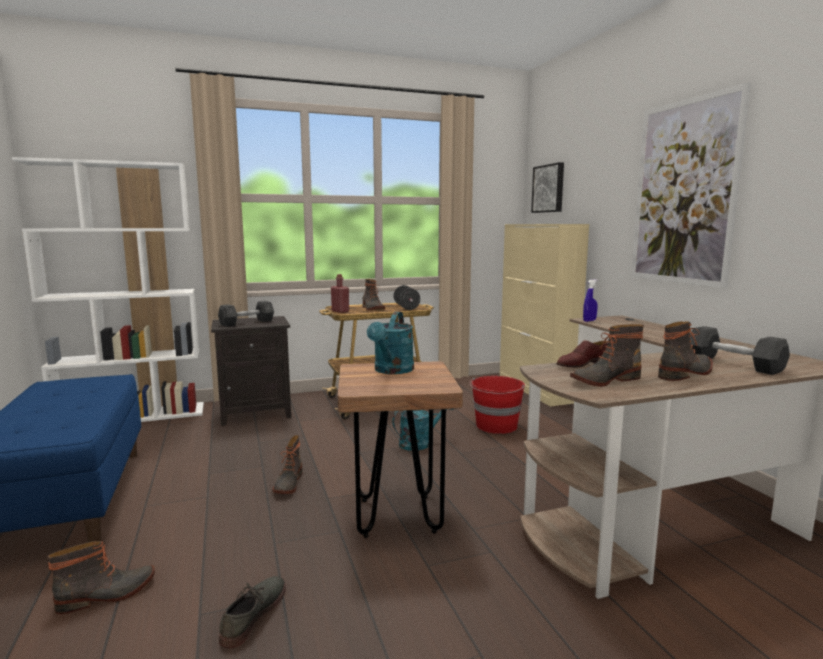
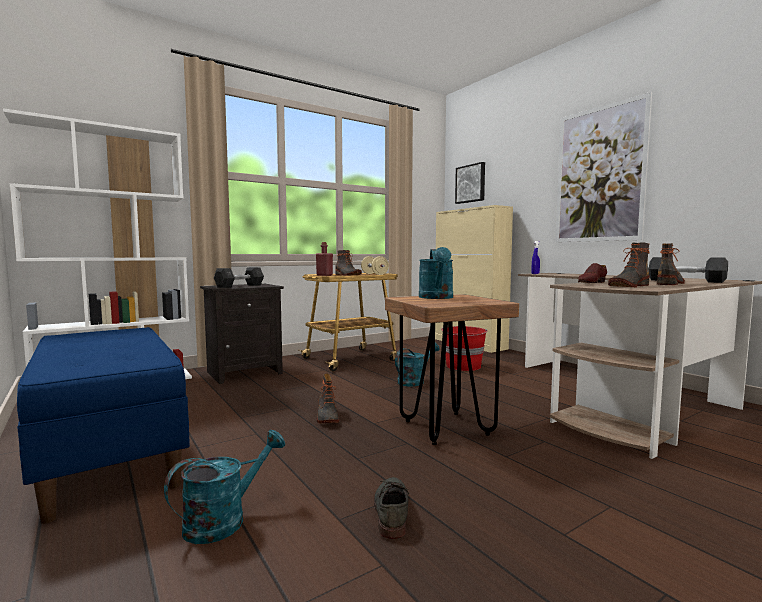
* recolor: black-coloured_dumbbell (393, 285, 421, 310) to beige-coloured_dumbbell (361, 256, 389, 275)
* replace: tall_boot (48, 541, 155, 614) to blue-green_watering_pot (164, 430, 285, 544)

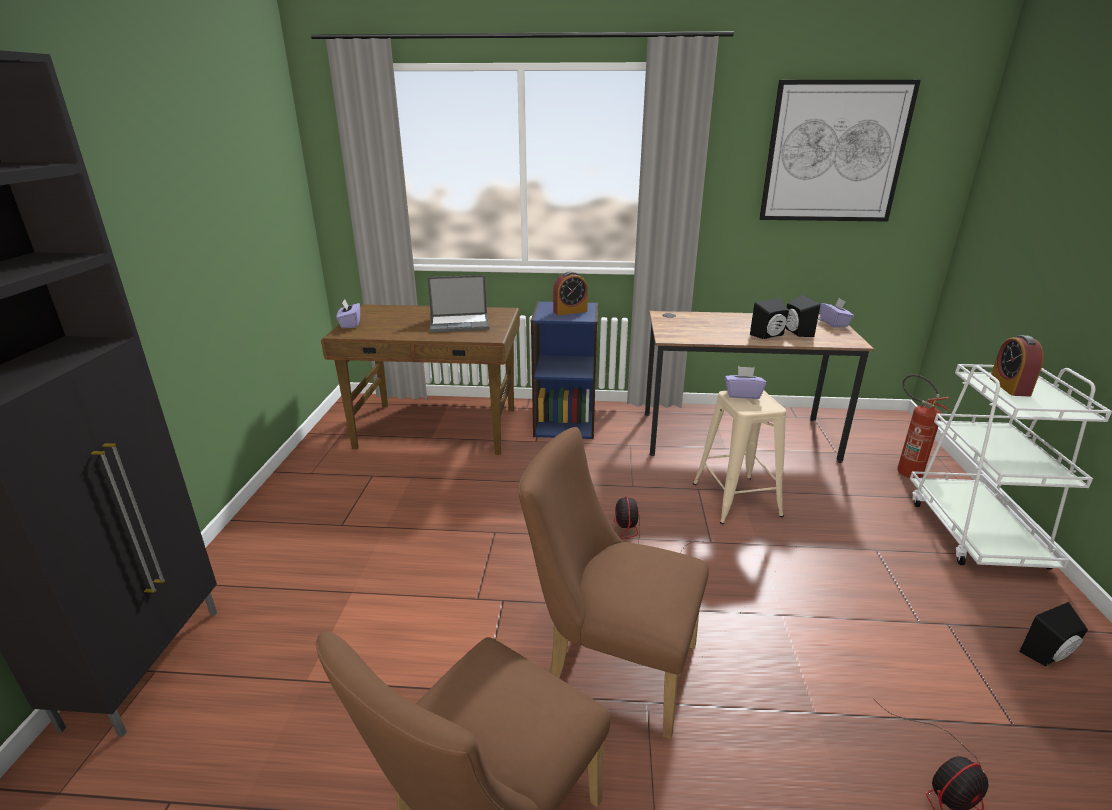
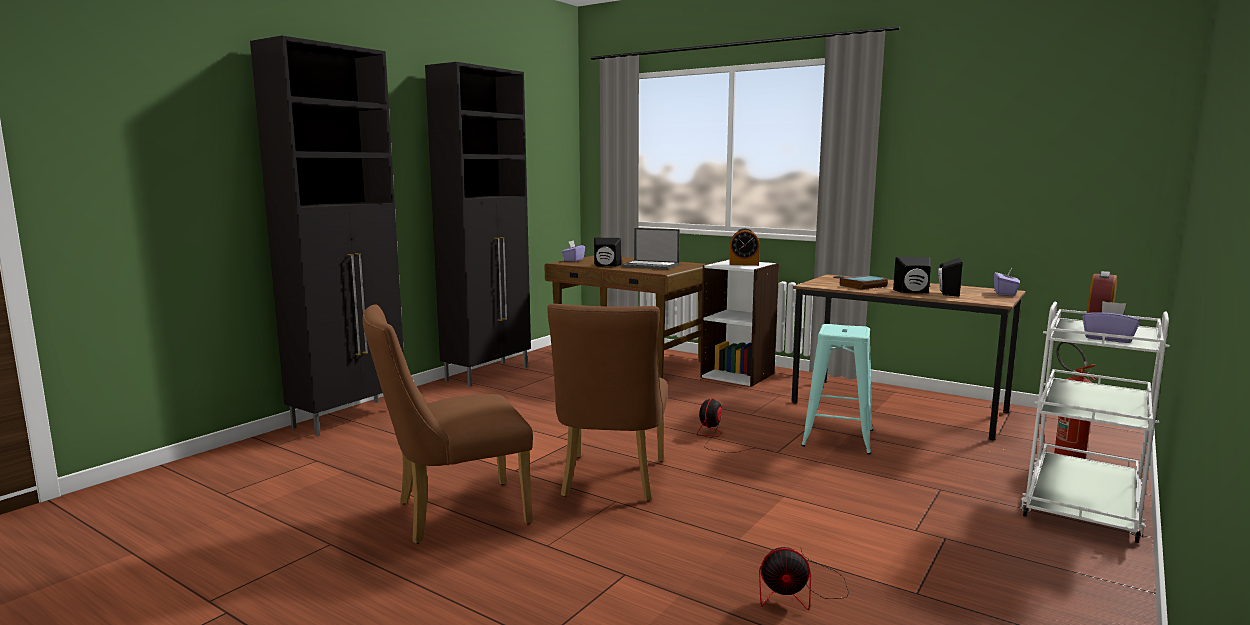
* delete: picture (759, 80, 921, 222)
* recolor: bluish_shelving_unit (531, 301, 598, 439) to white_shelving_unit (700, 259, 779, 387)
* move: purplish_tissue_holder (725, 366, 766, 399) to (1082, 301, 1140, 343)
* recolor: beige-coloured_stool (693, 391, 786, 524) to blue-green_stool (801, 324, 873, 455)
* rotate: brownish_chair (519, 427, 709, 739) = (547, 304, 668, 501) 135 degrees counterclockwise
* move: black-coloured_speaker (1019, 602, 1088, 666) to (594, 238, 621, 267)
* insert: black-coloured_cupboard (425, 62, 531, 387)
* insert: book (840, 275, 888, 290)

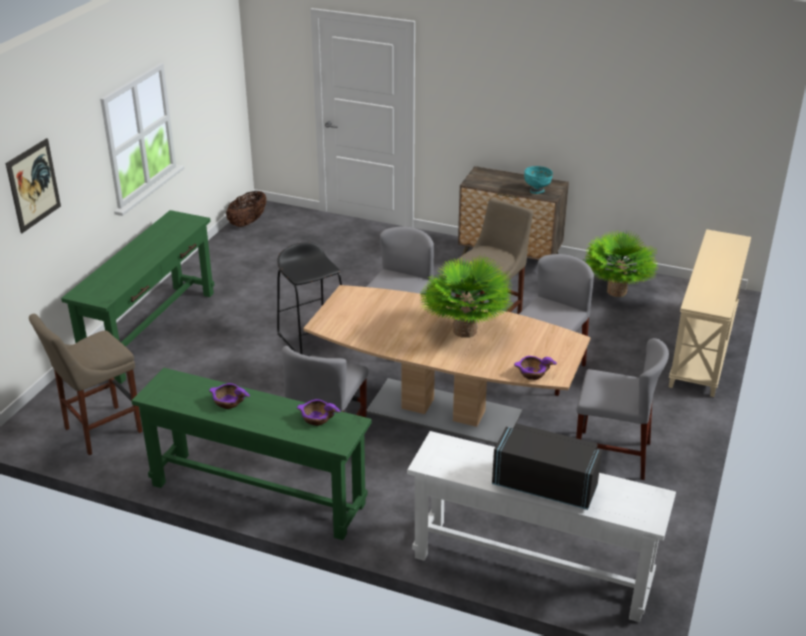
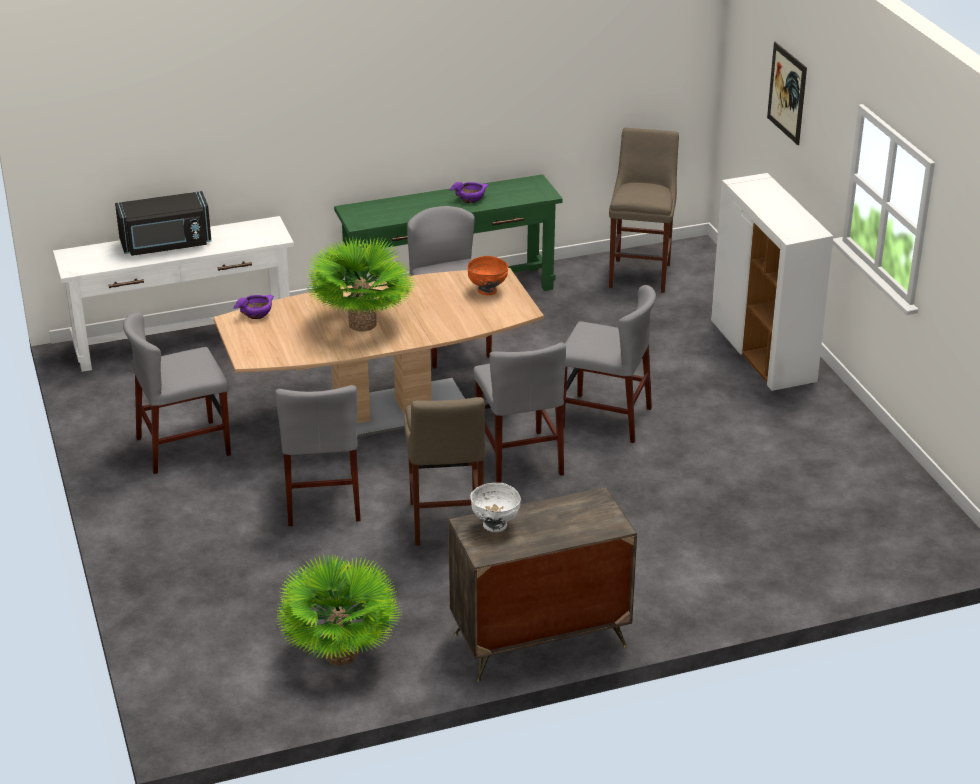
* recolor: blue-green_bowl (524, 166, 553, 194) to white_bowl (470, 483, 521, 532)
* delete: household_basket (226, 191, 266, 227)
* replace: green_console_table (61, 210, 214, 384) to white_cupboard (711, 173, 833, 391)
* delete: beige-coloured_console_table (669, 229, 751, 397)
* replace: black-coloured_stool (277, 242, 342, 354) to gray_chair (563, 285, 656, 443)
* delete: purplish_bowl (297, 399, 341, 426)
* insert: orange-coloured_bowl (467, 256, 508, 295)

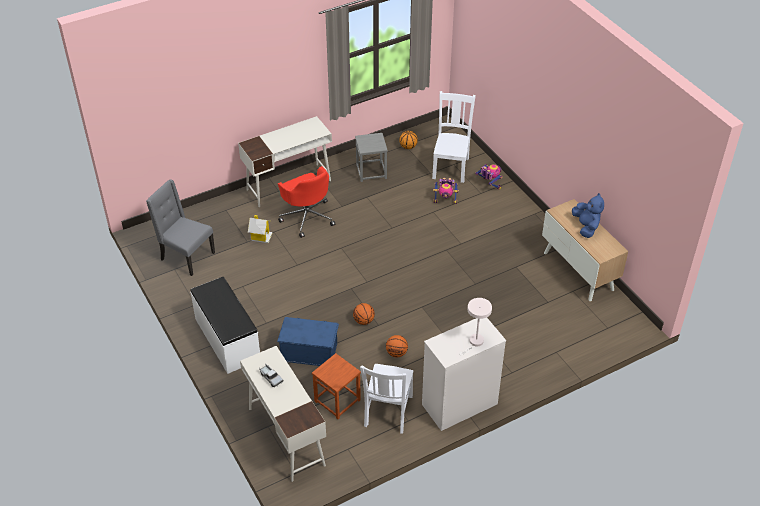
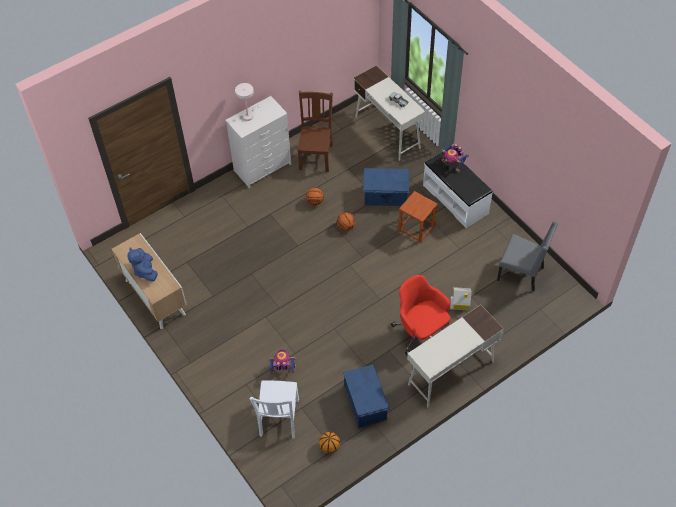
* replace: gray_stool (355, 133, 388, 182) to bluish_storage_container (343, 365, 390, 428)
* move: toy_robot (475, 164, 503, 190) to (441, 143, 469, 173)
* move: brownish_stool (312, 353, 361, 419) to (399, 191, 438, 243)
* recolor: white_chair (360, 364, 413, 434) to brownish_chair (298, 91, 333, 172)

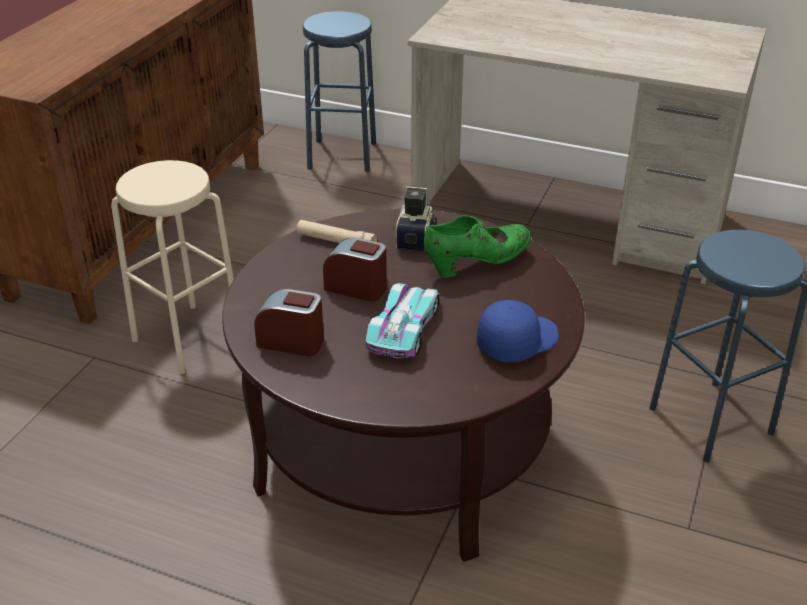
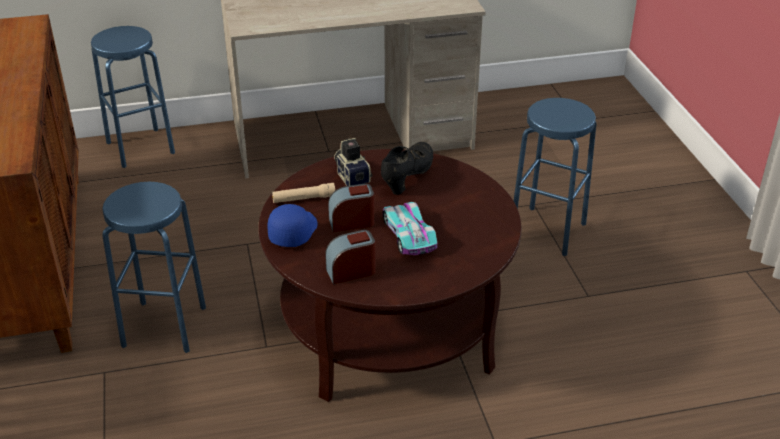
* recolor: beige-coloured_stool (111, 160, 234, 374) to bluish_stool (102, 182, 206, 353)
* recolor: green_shoe (424, 215, 531, 278) to black-coloured_shoe (381, 142, 433, 195)
* move: bluish_baseball_cap (477, 300, 559, 362) to (267, 204, 318, 247)

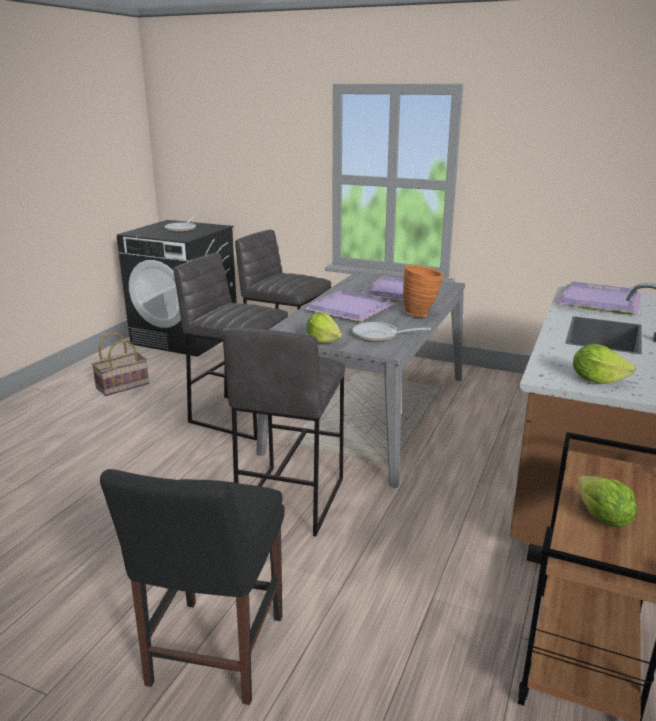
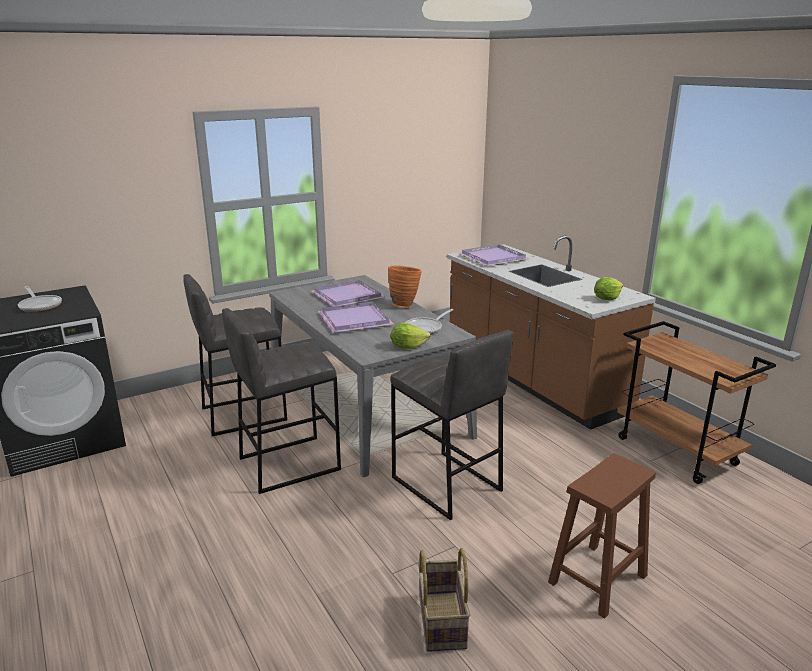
* move: household_basket (91, 333, 149, 396) to (418, 548, 470, 652)
* replace: black-coloured_chair (100, 469, 285, 705) to brownish_stool (548, 453, 656, 619)
* delete: head_of_lettuce (577, 475, 637, 527)

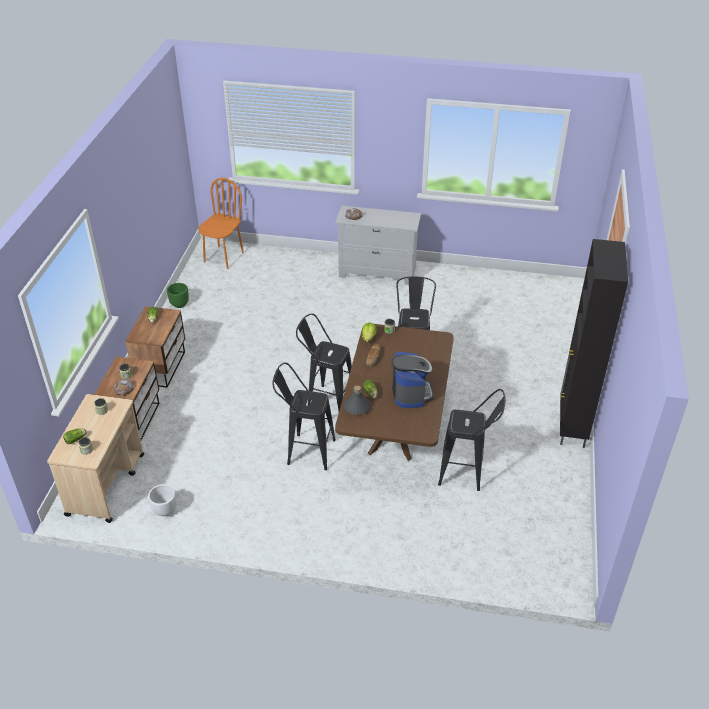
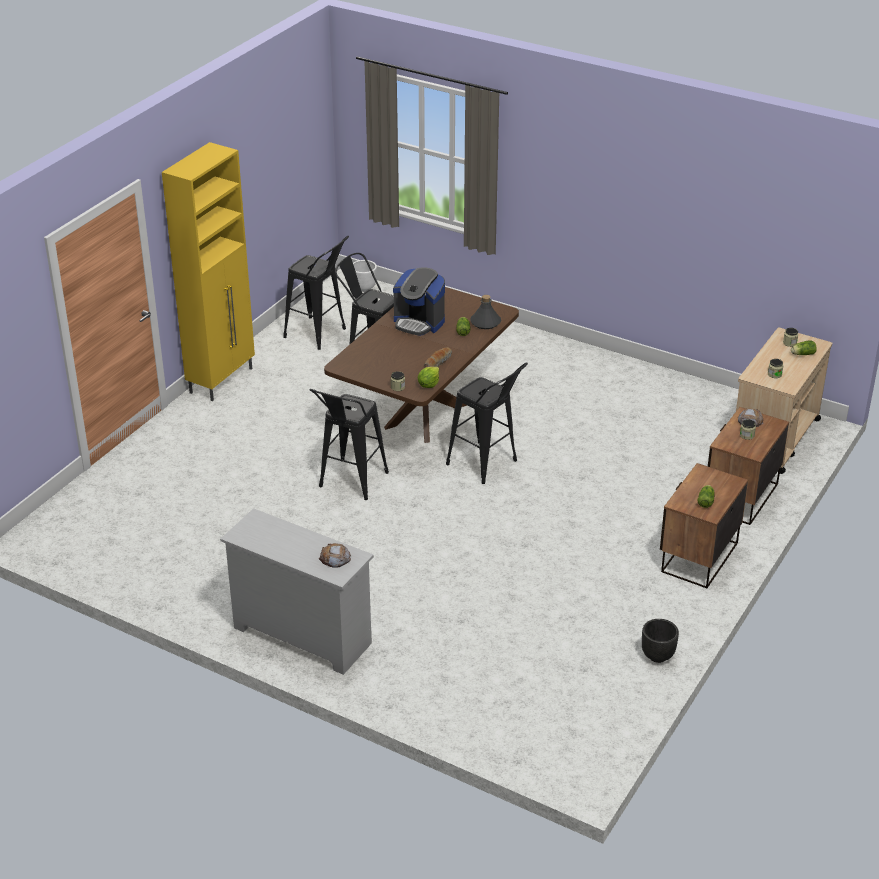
* delete: orange-coloured_chair (198, 178, 244, 269)
* recolor: black-coloured_cupboard (560, 239, 628, 448) to yellowish_cupboard (162, 142, 255, 401)
* recolor: green_planter (167, 283, 189, 308) to black-coloured_planter (642, 619, 679, 663)
* rotate: coffee_machine (392, 352, 434, 408) = (393, 267, 445, 336) 75 degrees counterclockwise
* move: black-coloured_stool (272, 363, 336, 470) to (283, 236, 349, 350)
* move: white_planter (148, 484, 176, 516) to (353, 260, 377, 292)

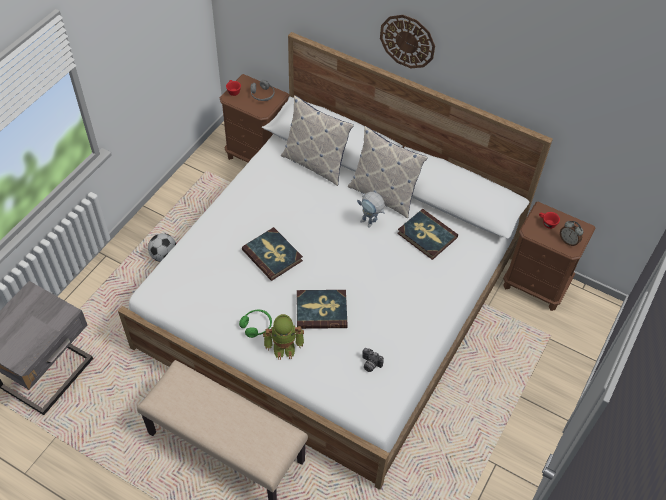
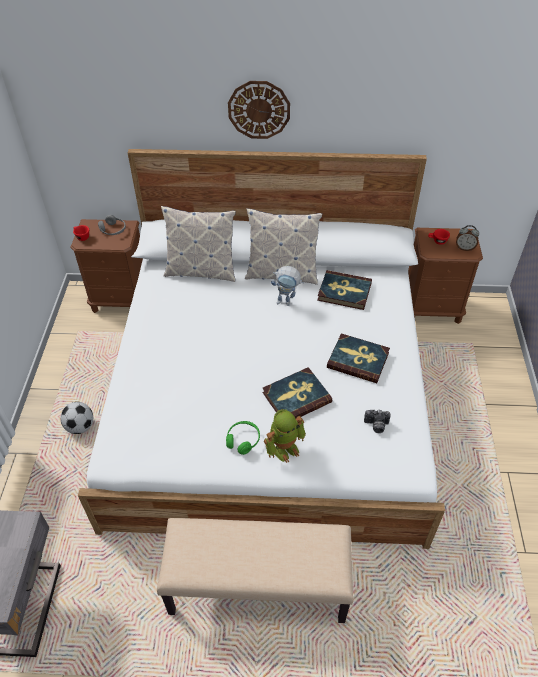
* move: book (242, 227, 303, 281) to (327, 333, 390, 383)

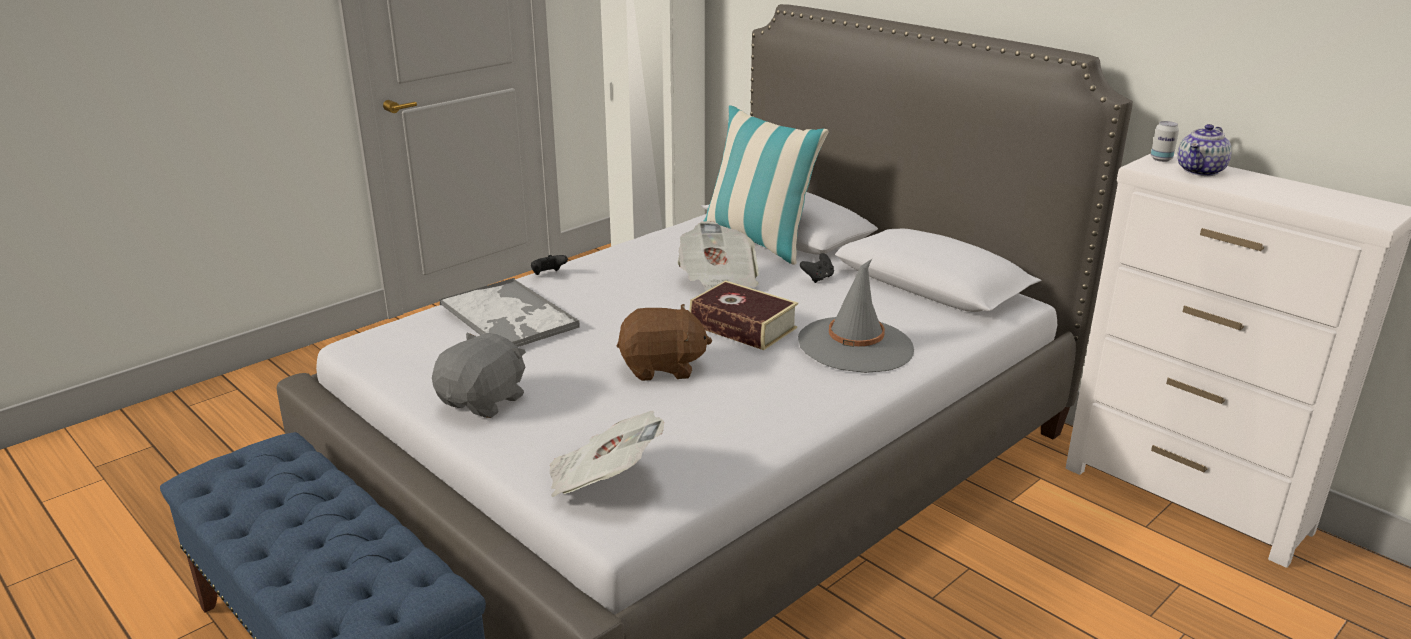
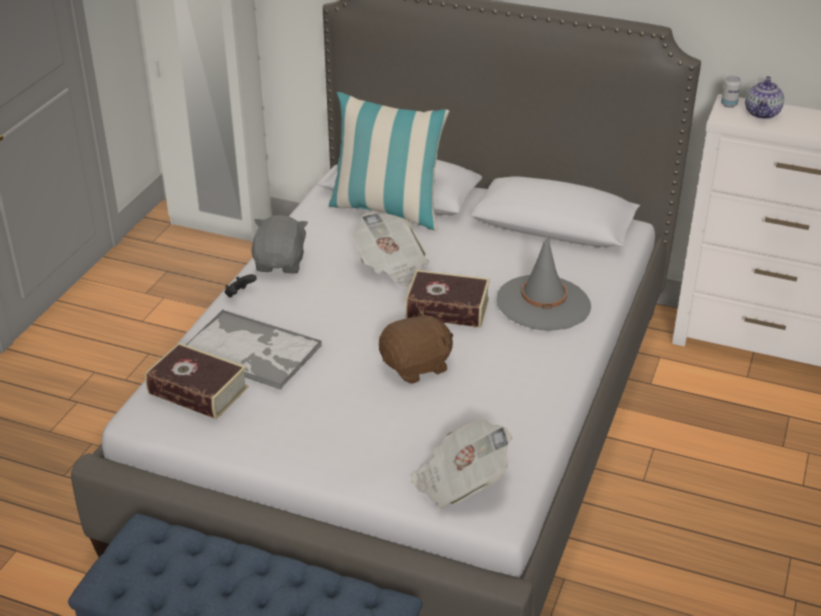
* delete: black-coloured_gamepad (800, 253, 834, 283)
* move: gray_cuddly_toy (432, 333, 526, 418) to (251, 215, 308, 273)
* insert: book (145, 343, 249, 419)

